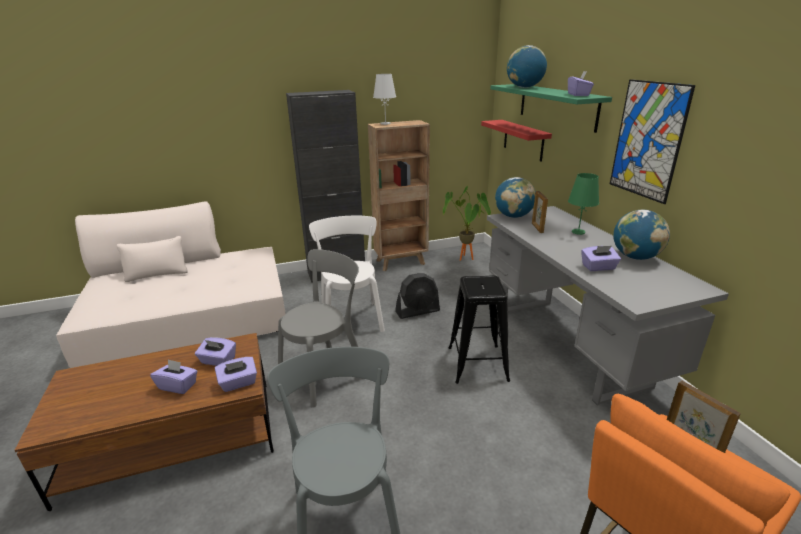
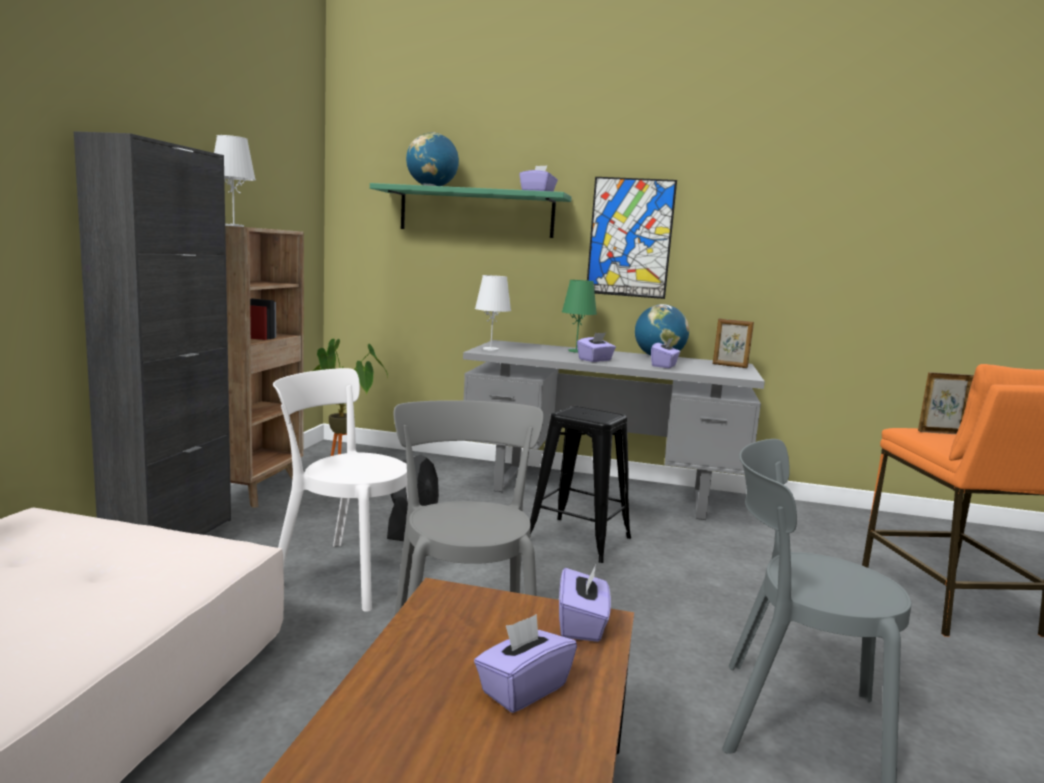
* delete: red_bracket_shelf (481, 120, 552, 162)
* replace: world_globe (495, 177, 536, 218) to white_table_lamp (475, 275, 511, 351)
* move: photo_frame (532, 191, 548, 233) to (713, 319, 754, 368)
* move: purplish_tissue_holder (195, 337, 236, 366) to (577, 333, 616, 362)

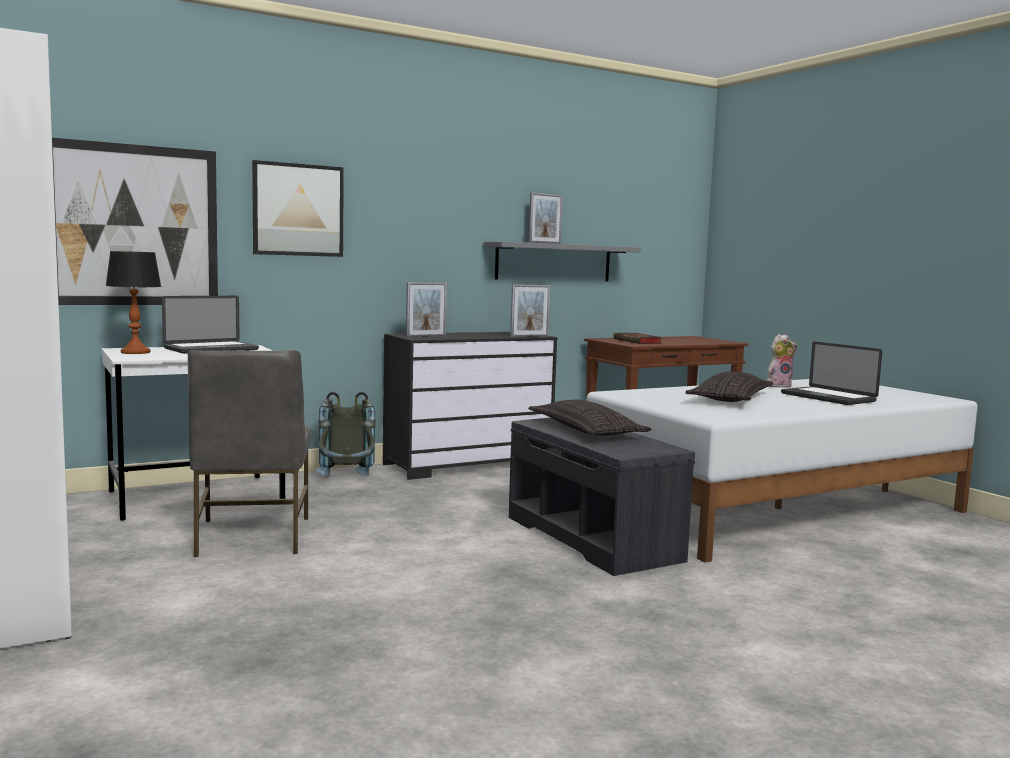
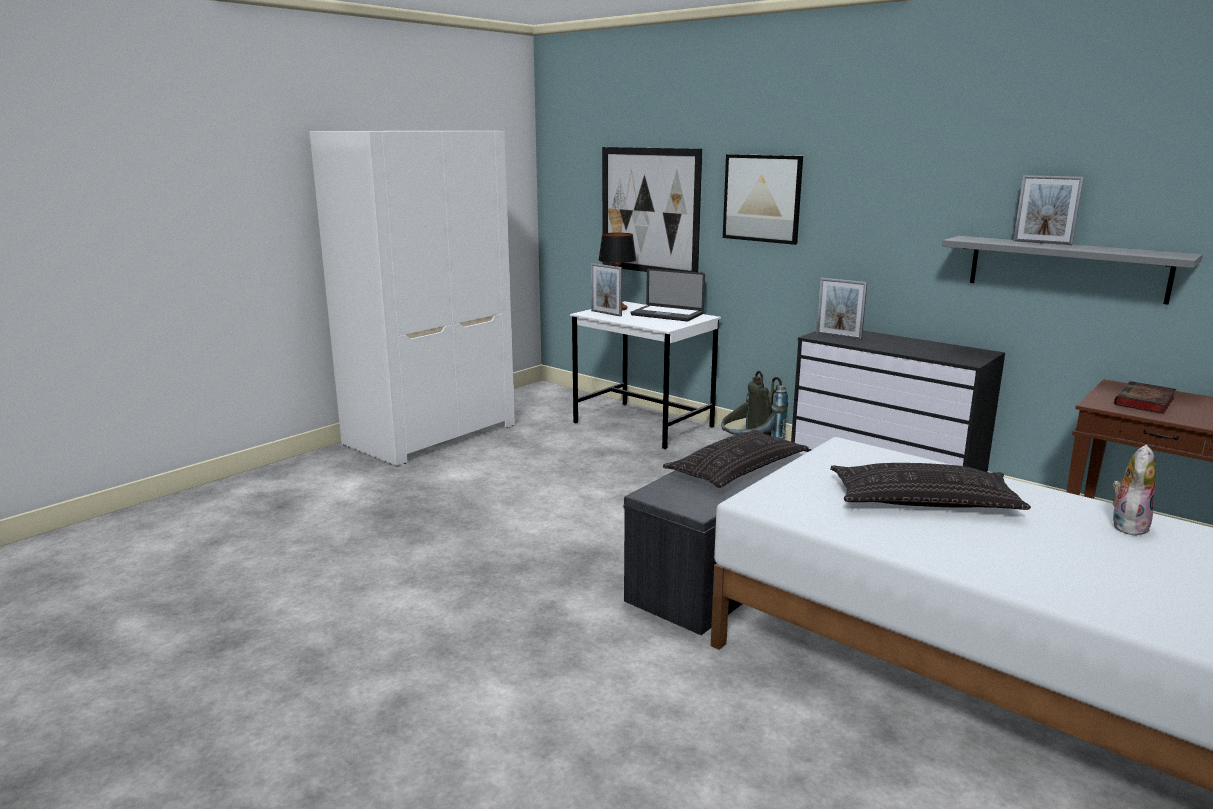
* move: photo_frame (510, 284, 551, 337) to (591, 263, 622, 317)
* rotate: cuddly_toy (766, 334, 798, 388) = (1112, 444, 1157, 535) 105 degrees counterclockwise
* delete: laptop (781, 342, 882, 405)
* delete: gray_chair (188, 350, 311, 557)

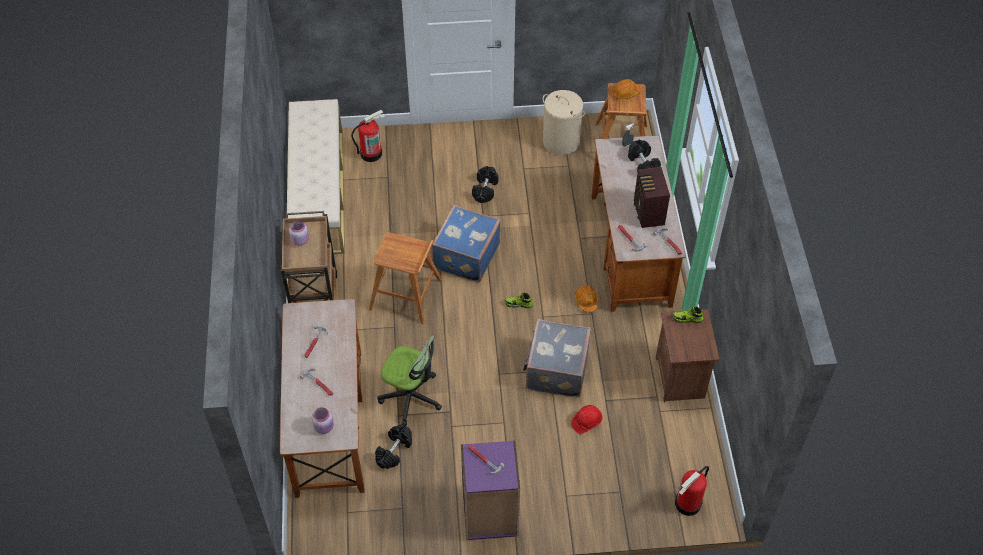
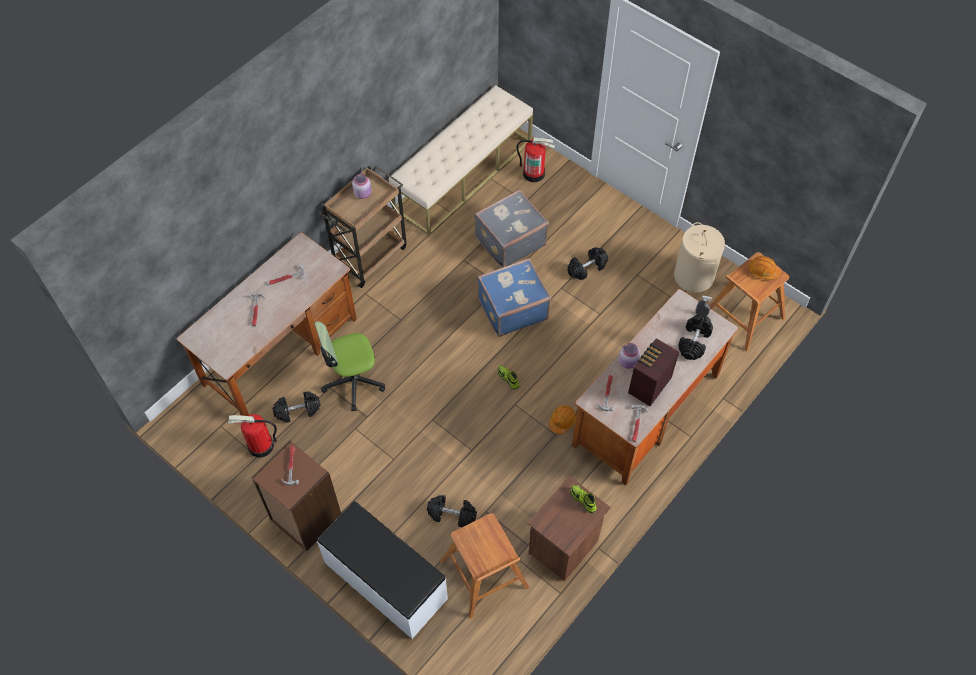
* move: brownish_stool (369, 232, 442, 325) to (440, 513, 529, 619)
* move: gray_suitcase (523, 319, 591, 398) to (474, 189, 549, 268)
* rotate: office_chair (378, 335, 442, 426) = (314, 321, 385, 411) 90 degrees clockwise
* replace: red_work_helmet (571, 405, 603, 434) to black-coloured_dumbbell (427, 495, 477, 527)
* move: pink-coloured_preserve_jar (312, 407, 334, 434) to (619, 343, 640, 369)
* recolor: purplish_shelving_unit (461, 441, 520, 540) to brownish_shelving_unit (251, 441, 341, 552)
* move: fire_extinguisher (675, 466, 709, 516) to (227, 414, 277, 457)
* insert: white_bench (317, 501, 448, 639)

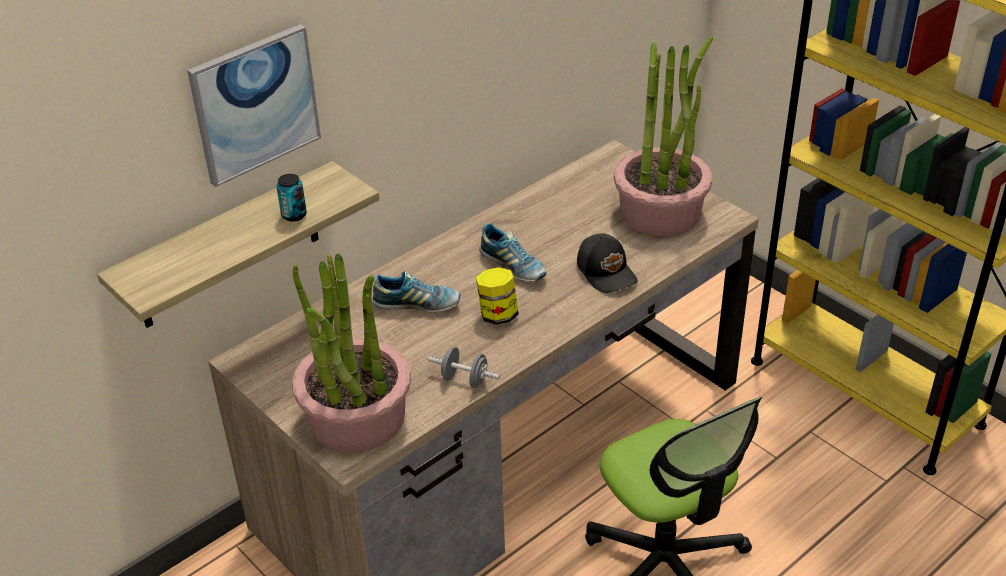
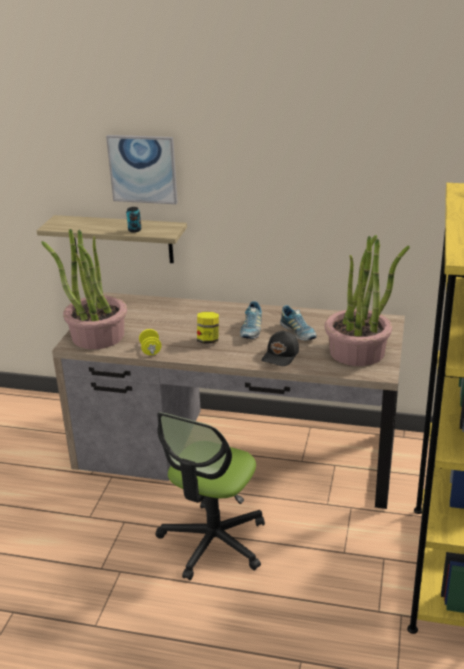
* move: shoe (372, 271, 461, 312) to (280, 305, 316, 340)
* recolor: gray_dumbbell (428, 347, 500, 388) to yellowish_dumbbell (139, 329, 161, 355)

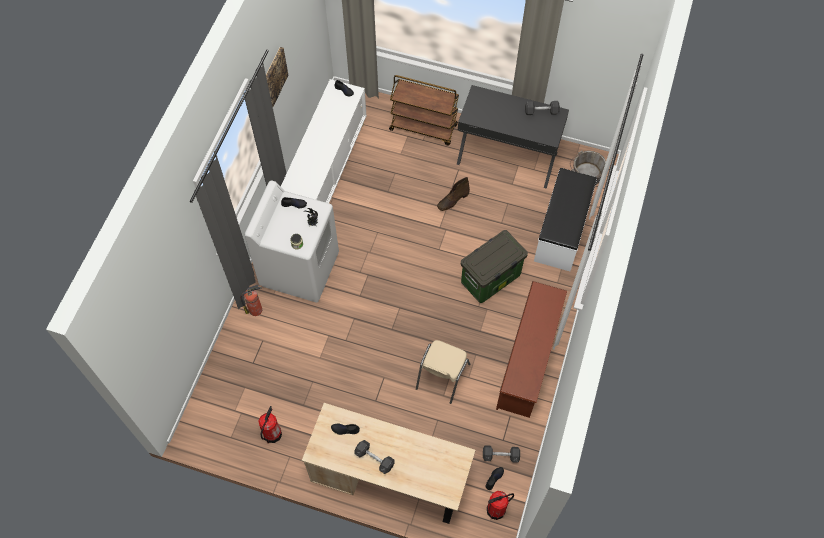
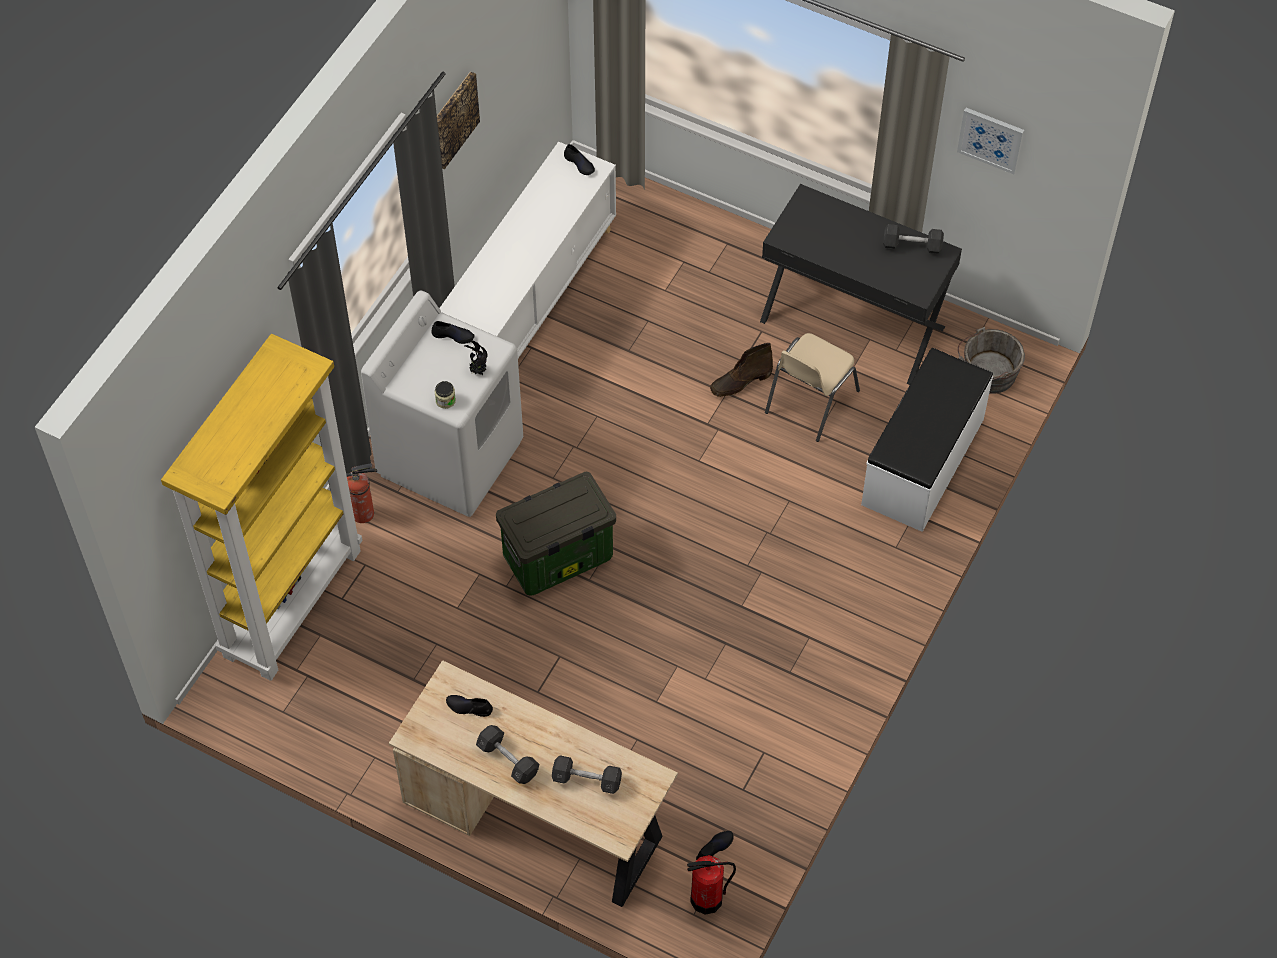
* delete: brownish_wheeled_cart (389, 75, 459, 146)
* move: storage_container (461, 230, 528, 303) to (496, 472, 616, 596)
* delete: brownish_shoe_stand (496, 281, 567, 418)
* move: beige-coloured_chair (416, 340, 470, 404) to (765, 333, 860, 442)
* delete: fire_extinguisher (259, 406, 282, 443)
* move: gray_dumbbell (483, 445, 520, 463) to (552, 755, 622, 794)
* insert: picture (957, 108, 1024, 174)
* insert: yellowish_shelving_unit (161, 334, 363, 681)

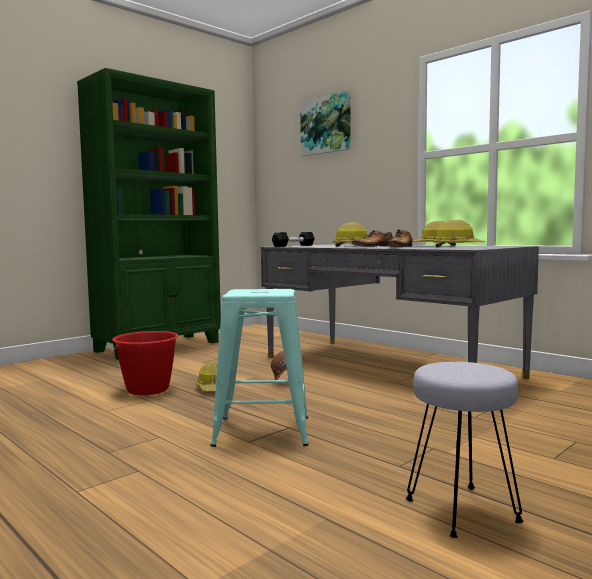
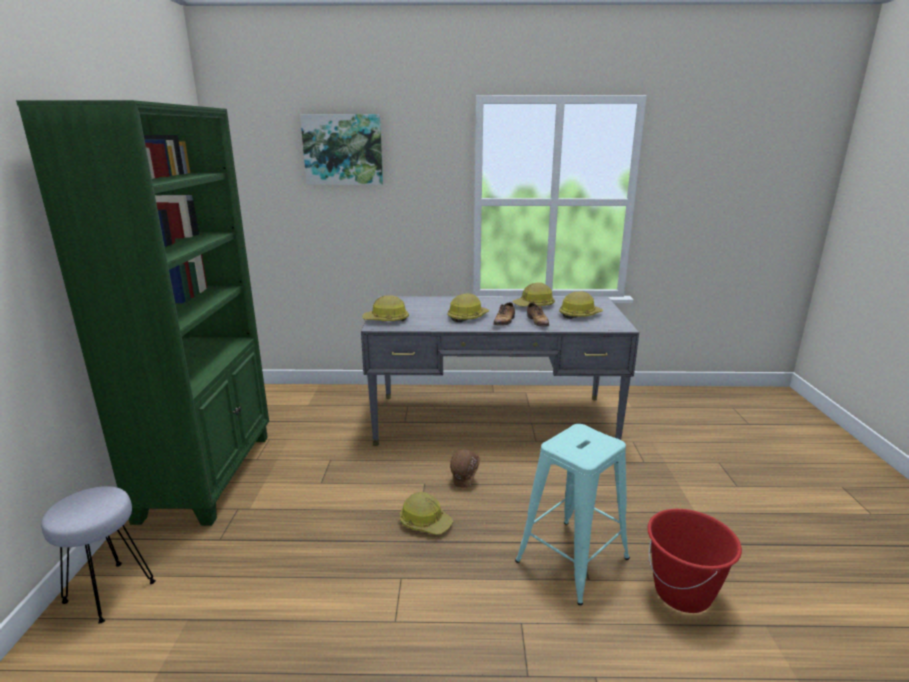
* replace: black-coloured_dumbbell (272, 232, 315, 247) to work_helmet (362, 295, 409, 321)
* move: red_bucket (112, 331, 179, 395) to (647, 509, 742, 613)
* move: gray_stool (406, 362, 524, 538) to (41, 486, 156, 623)

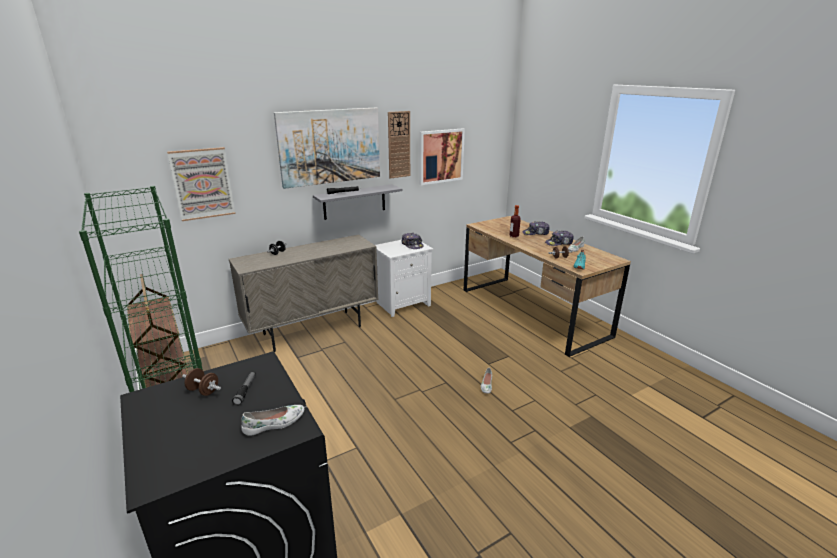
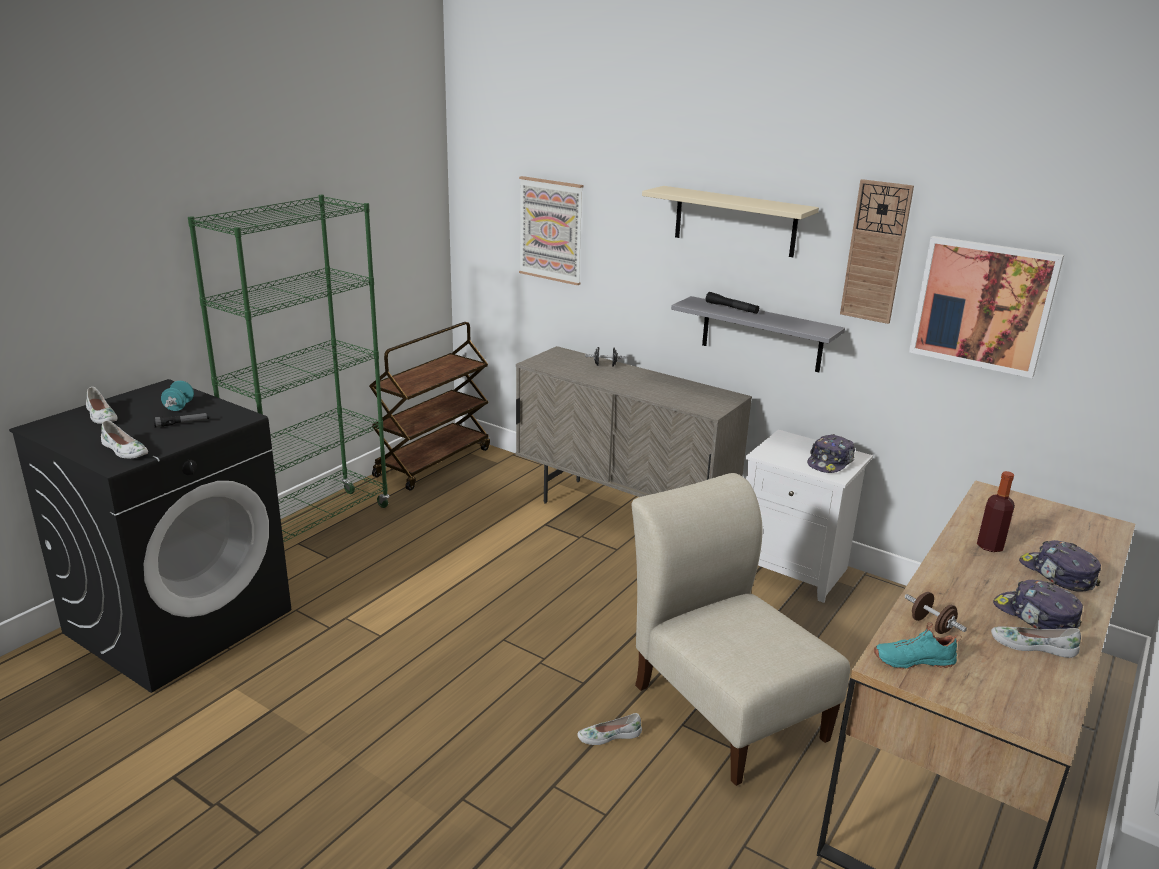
* replace: picture (274, 108, 380, 189) to beige-coloured_bracket_shelf (642, 186, 819, 257)
* recolor: brownish_dumbbell (182, 368, 221, 396) to blue-green_dumbbell (161, 381, 194, 411)
* insert: white_shoe (86, 387, 117, 424)
* insert: beige-coloured_chair (632, 473, 850, 786)

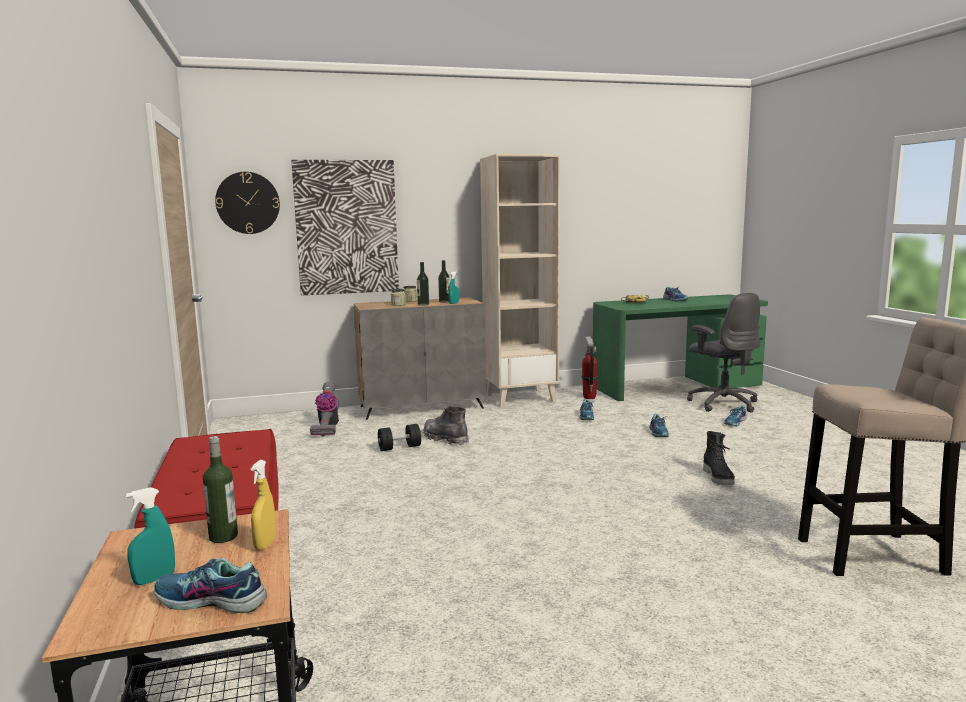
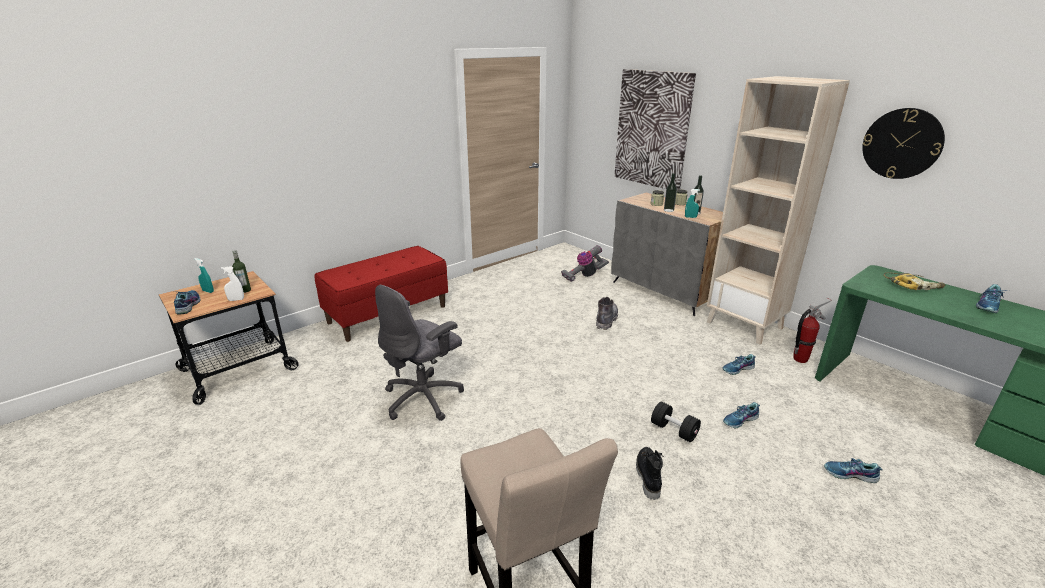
* move: clock_on_the_wall (215, 172, 280, 234) to (862, 108, 945, 179)
* move: gray_office_chair (687, 293, 760, 412) to (375, 285, 464, 421)
* move: black-coloured_dumbbell (378, 424, 421, 451) to (651, 402, 701, 442)
* rotate: black-coloured_tall_boot (703, 431, 735, 485) = (636, 447, 664, 500) 120 degrees clockwise
* recolor: yellowish_spray_bottle (251, 460, 276, 550) to white_spray_bottle (221, 266, 244, 301)

